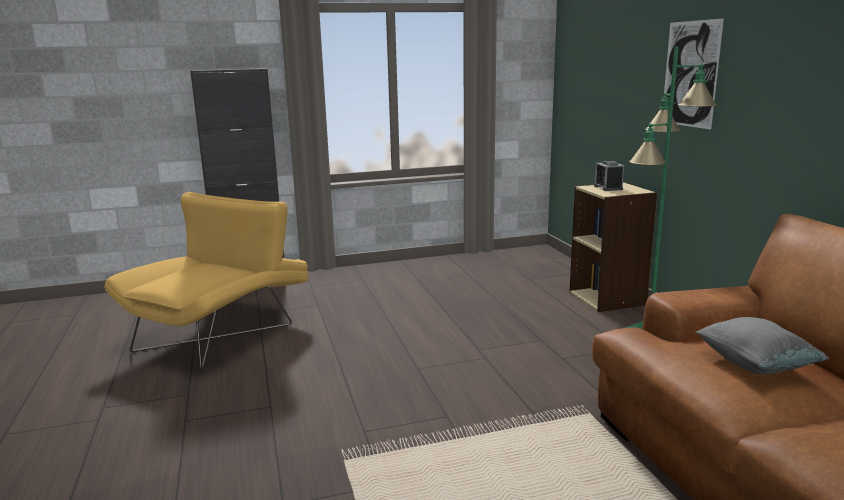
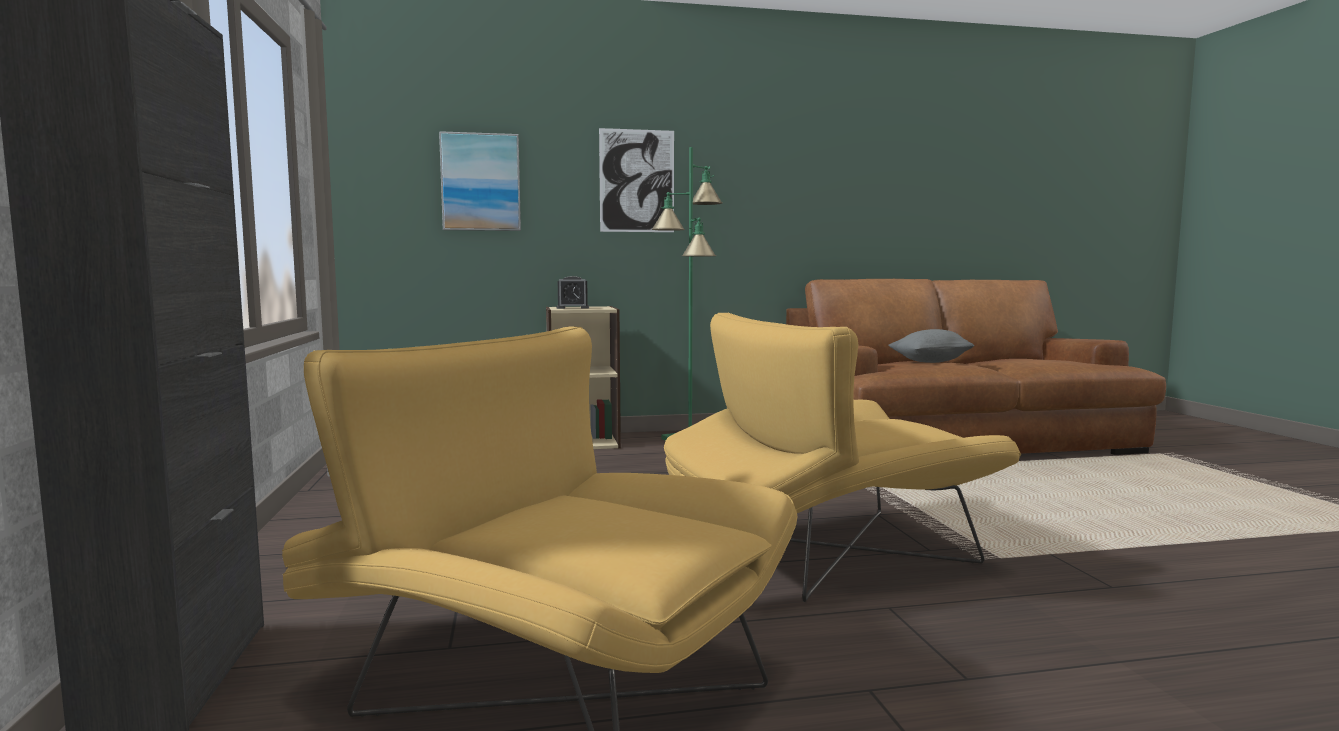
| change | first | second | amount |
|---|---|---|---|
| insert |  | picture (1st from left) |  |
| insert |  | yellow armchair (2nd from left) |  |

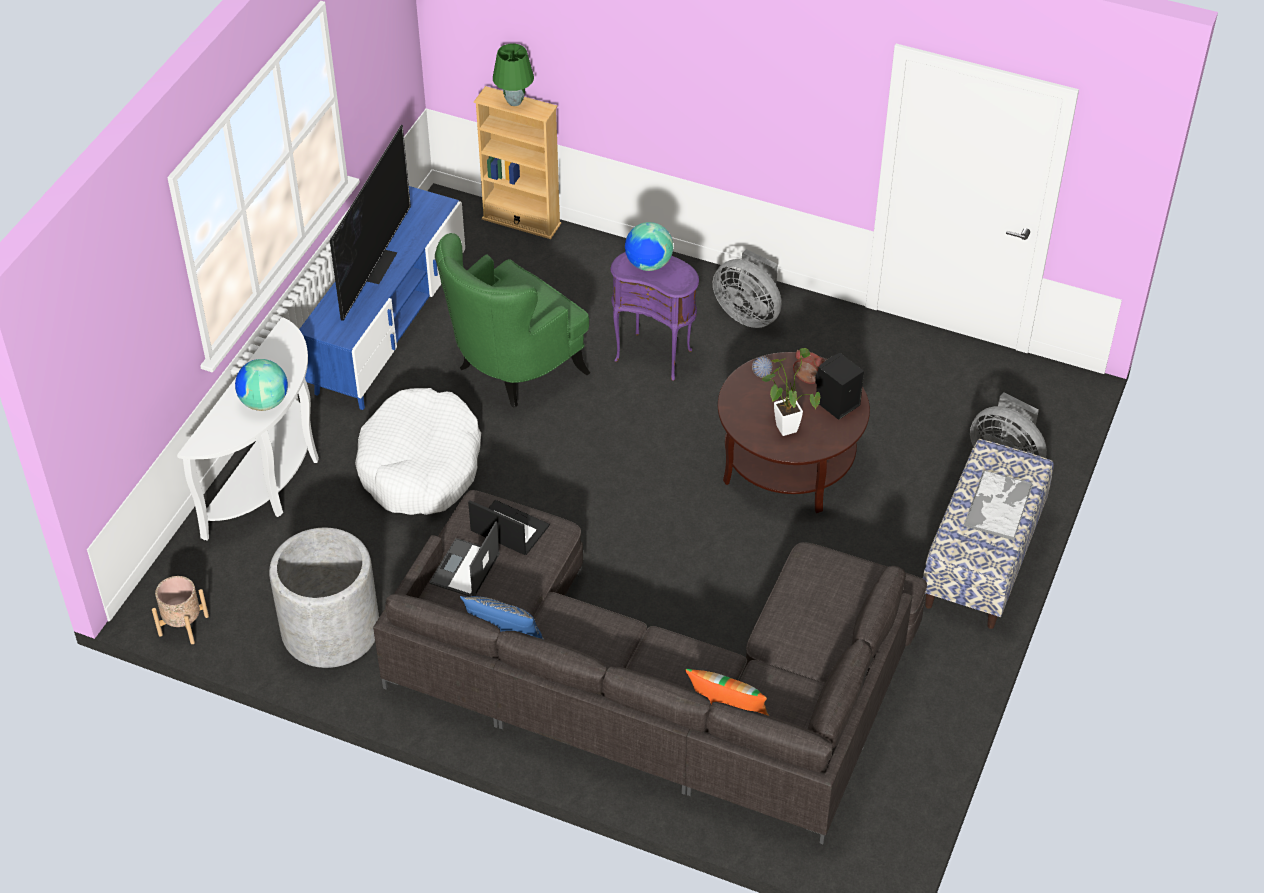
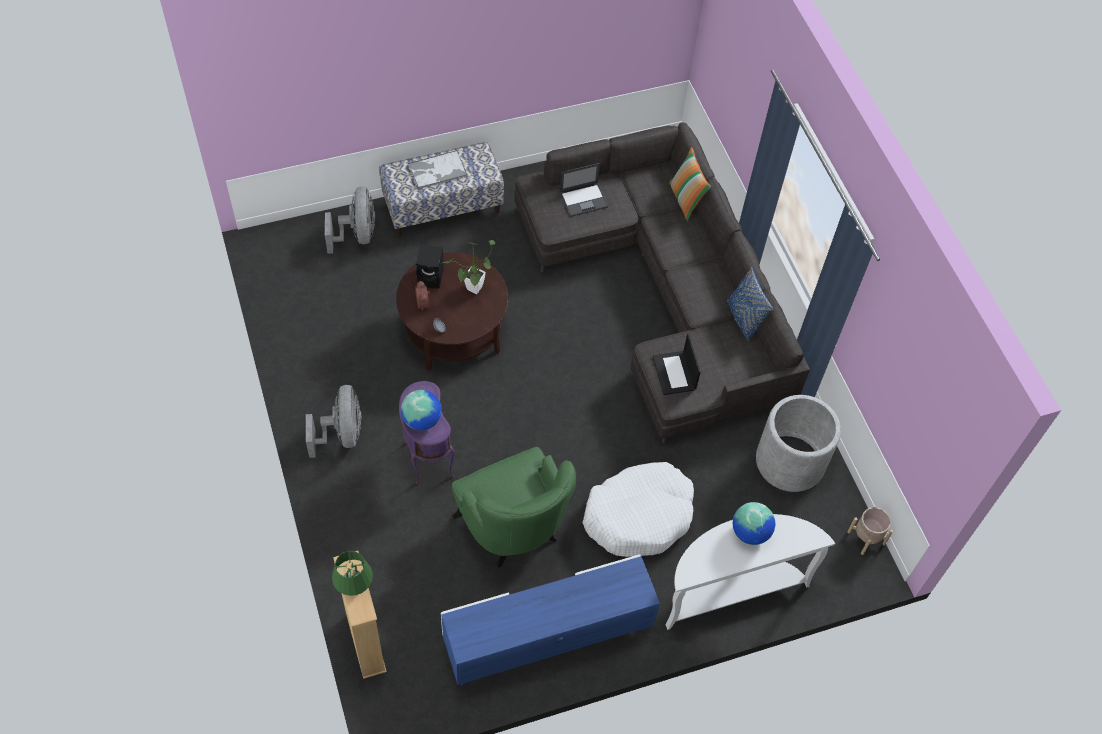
| change | first | second | amount |
|---|---|---|---|
| delete | television |  |  |
| move | laptop (1st from left) |  |  |
| rotate | green armchair |  | 60 degrees clockwise |

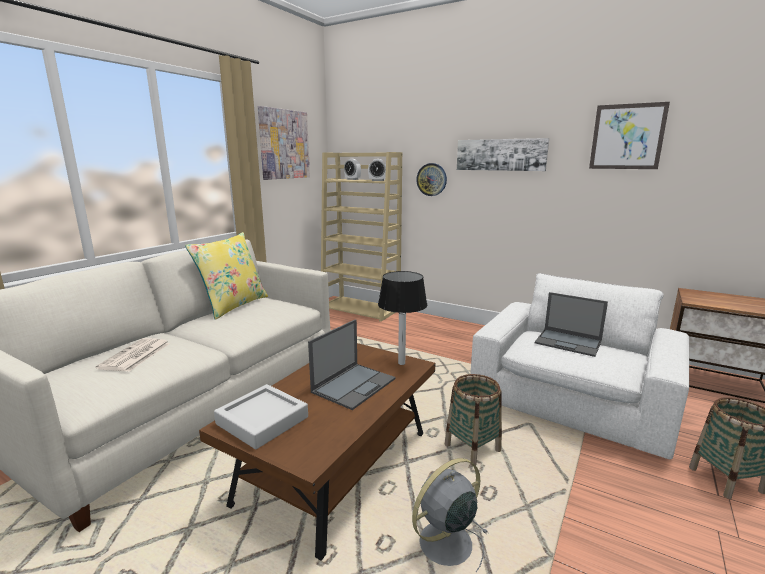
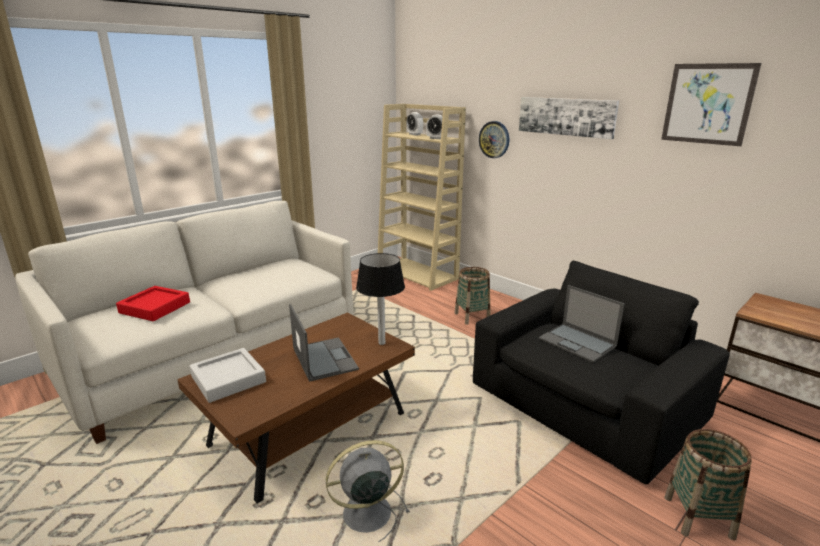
| change | first | second | amount |
|---|---|---|---|
| replace | newspaper | red tray |  |
| delete | yellow pillow |  |  |
| delete | picture (1st from left) |  |  |
| rotate | laptop (1st from left) |  | 75 degrees counterclockwise |
| move | basket (1st from left) |  |  |
| recolor | white armchair | black armchair |  |

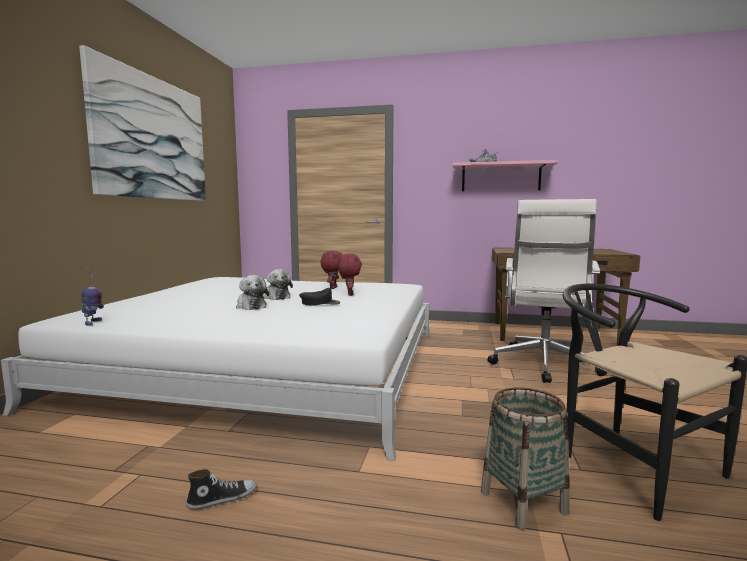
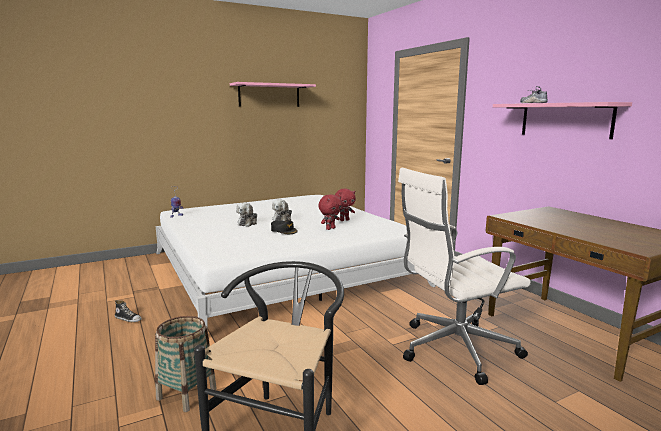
| change | first | second | amount |
|---|---|---|---|
| replace | picture | pink shelf (1st from left) |  |

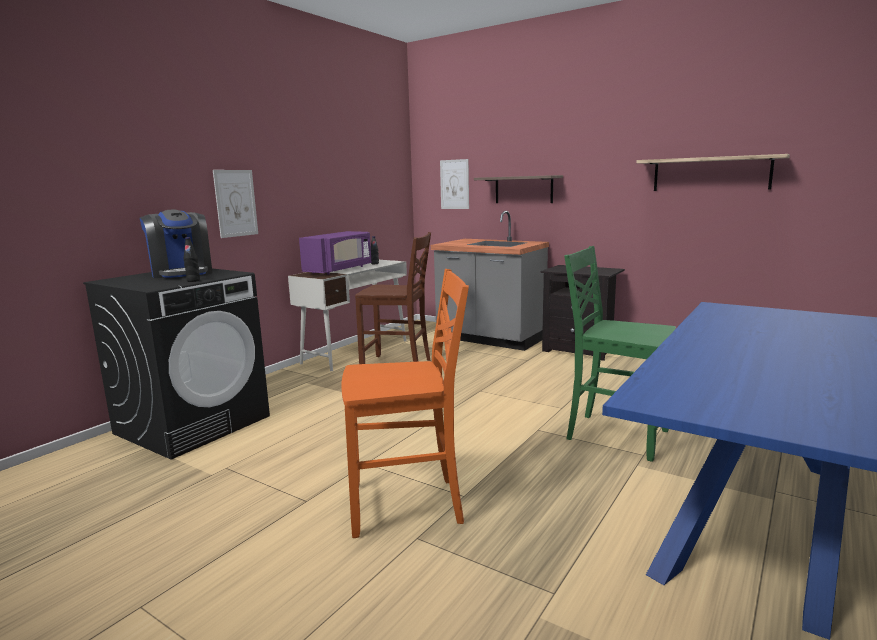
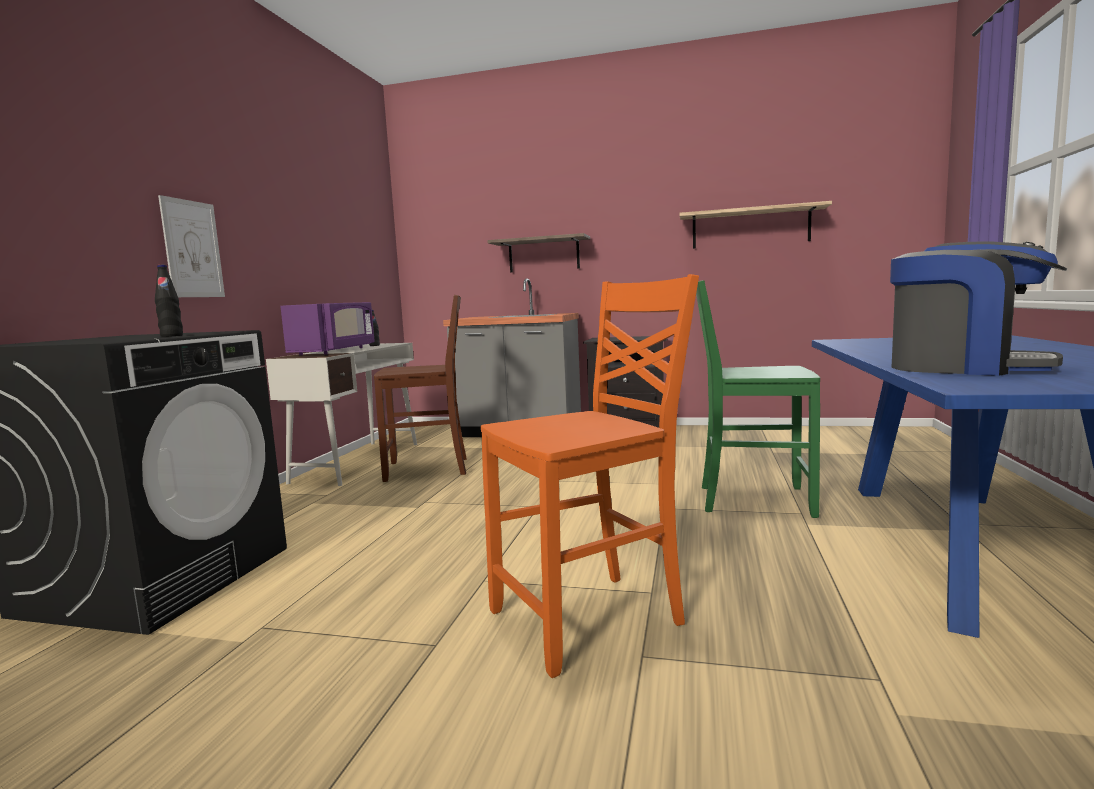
| change | first | second | amount |
|---|---|---|---|
| move | coffee machine |  |  |
| delete | picture (2nd from left) |  |  |

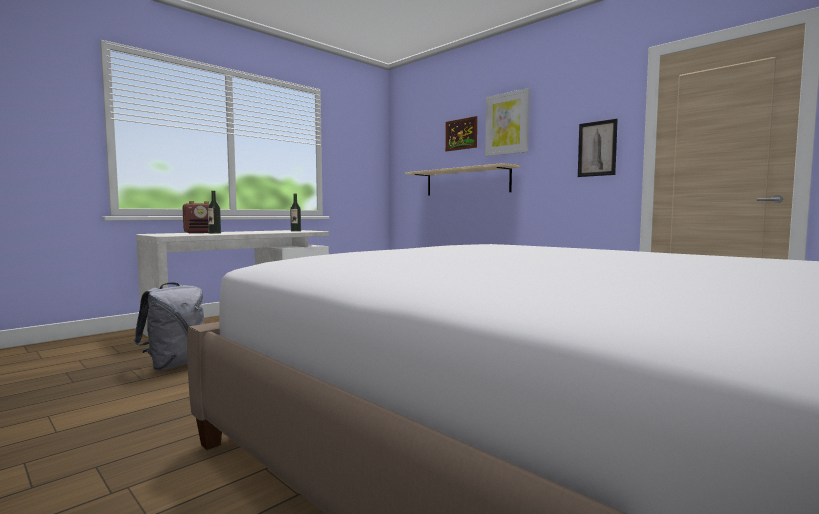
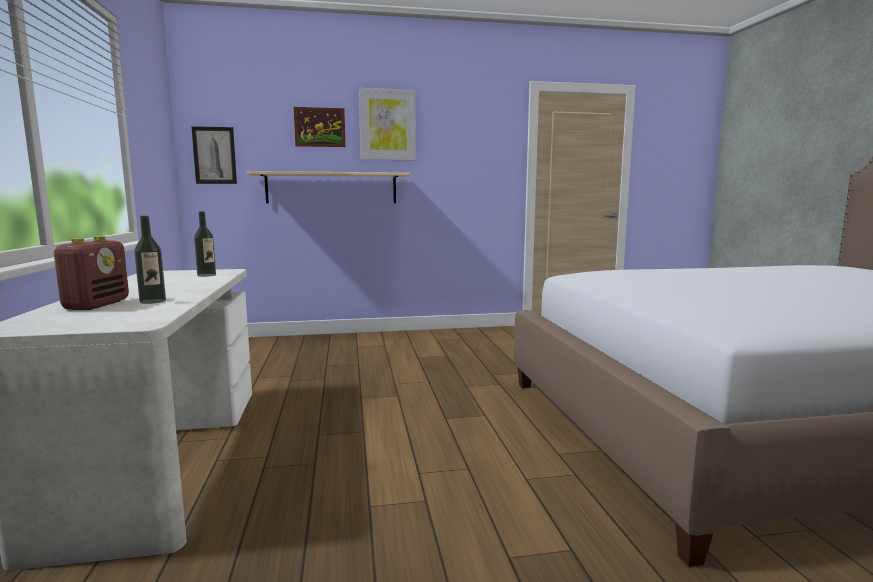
| change | first | second | amount |
|---|---|---|---|
| delete | grey backpack |  |  |
| move | picture (3rd from left in the first image) | picture (1st from left) |  |

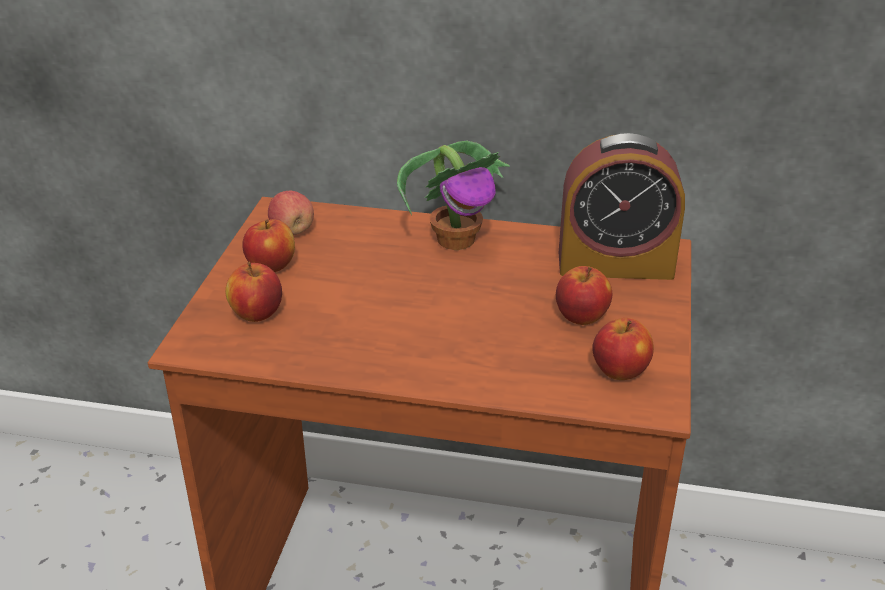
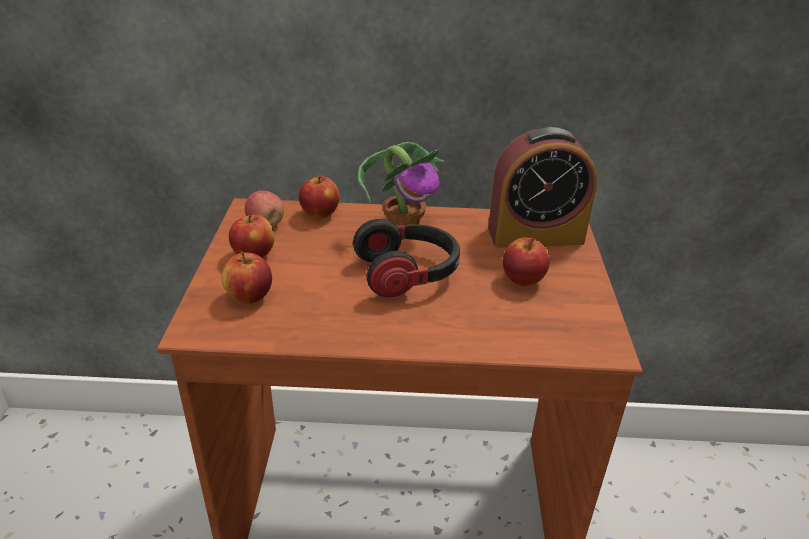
| change | first | second | amount |
|---|---|---|---|
| move | apple (5th from left in the first image) | apple (4th from left) |  |
| insert |  | headphones |  |

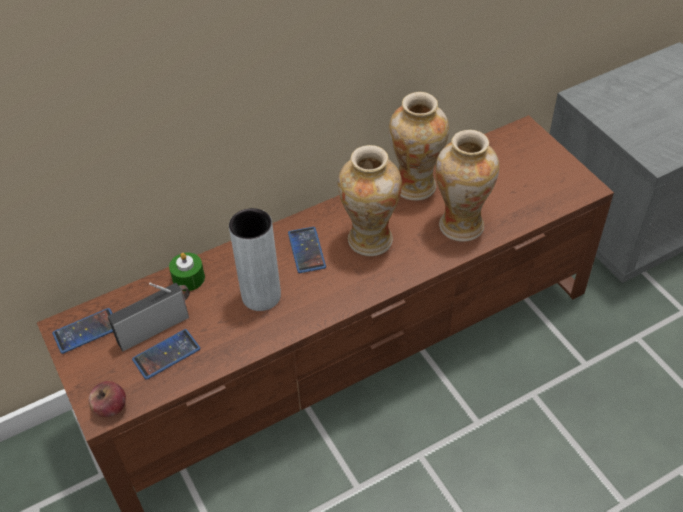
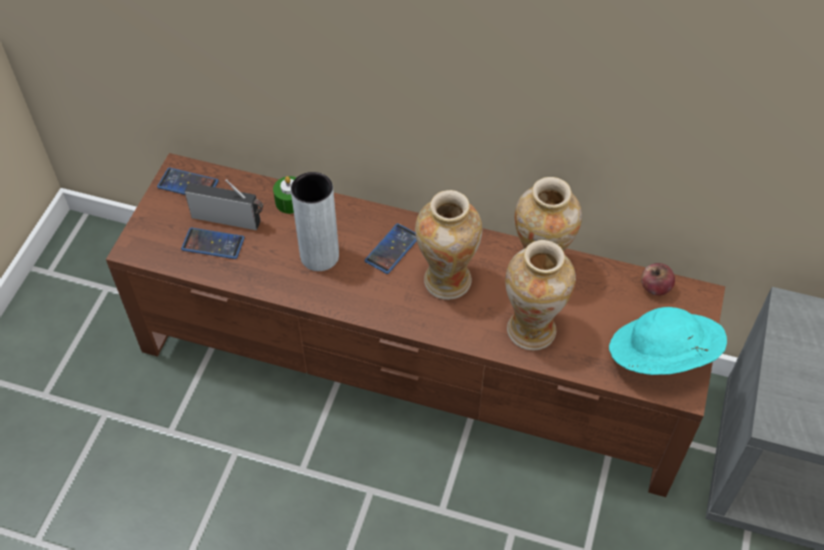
| change | first | second | amount |
|---|---|---|---|
| move | apple |  |  |
| insert |  | turquoise hat |  |

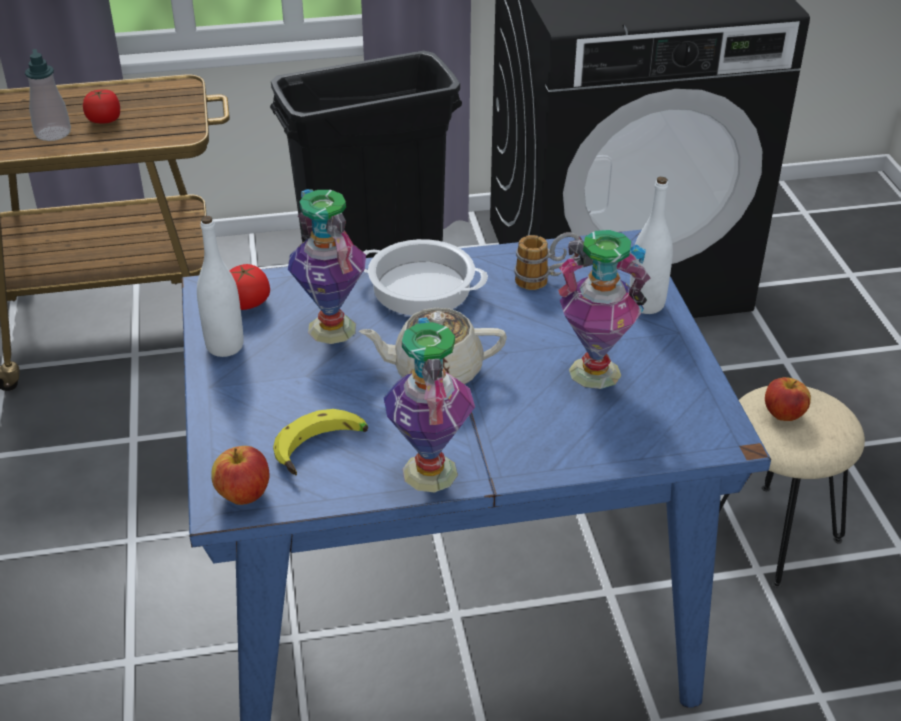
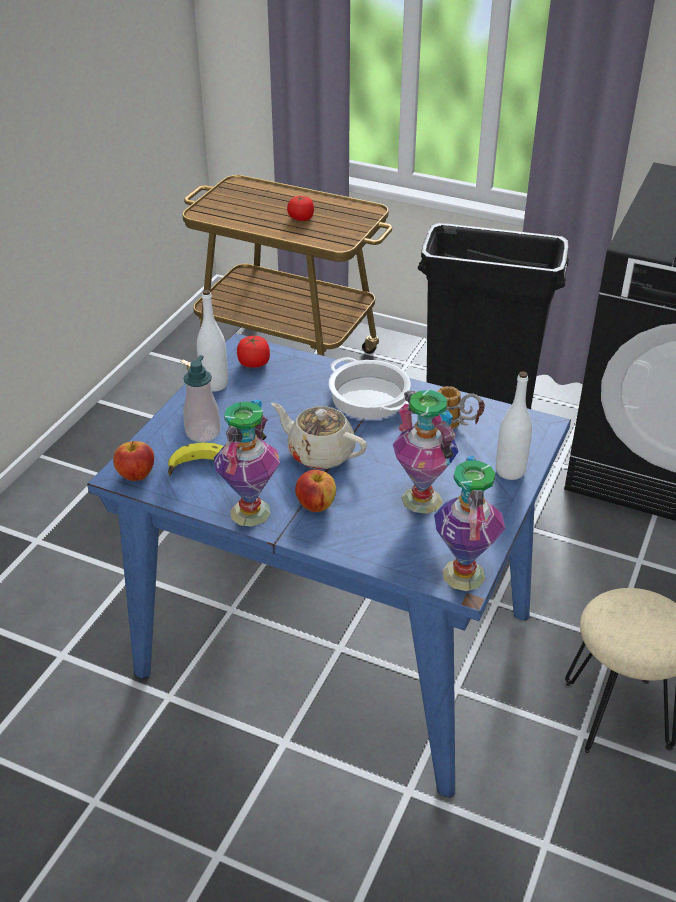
| change | first | second | amount |
|---|---|---|---|
| move | soap dispenser |  |  |
| move | vase (1st from left in the first image) | vase (3rd from left) |  |
| move | apple (2nd from left) |  |  |

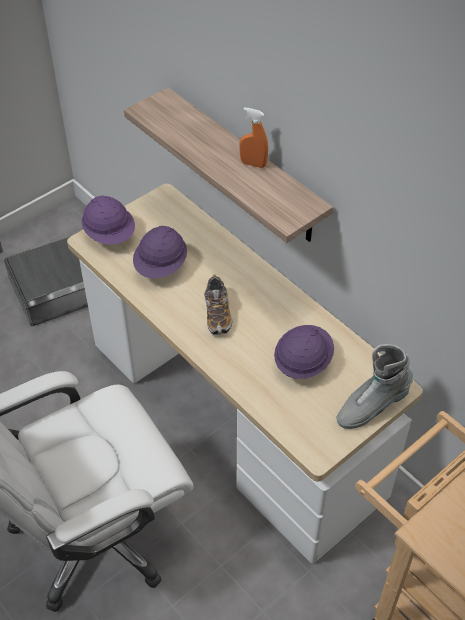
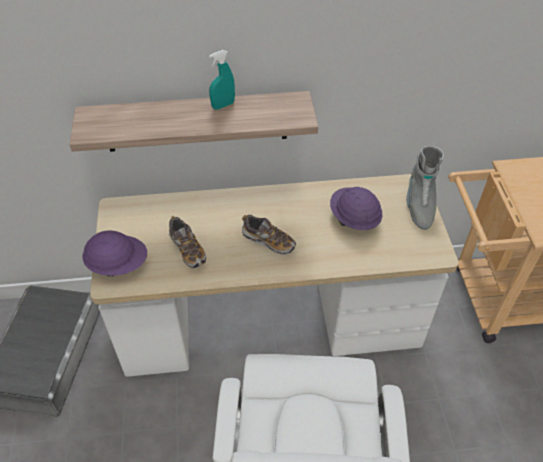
| change | first | second | amount |
|---|---|---|---|
| replace | purple hard hat (2nd from left) | shoe (1st from left) |  |
| recolor | orange spray bottle | turquoise spray bottle |  |

